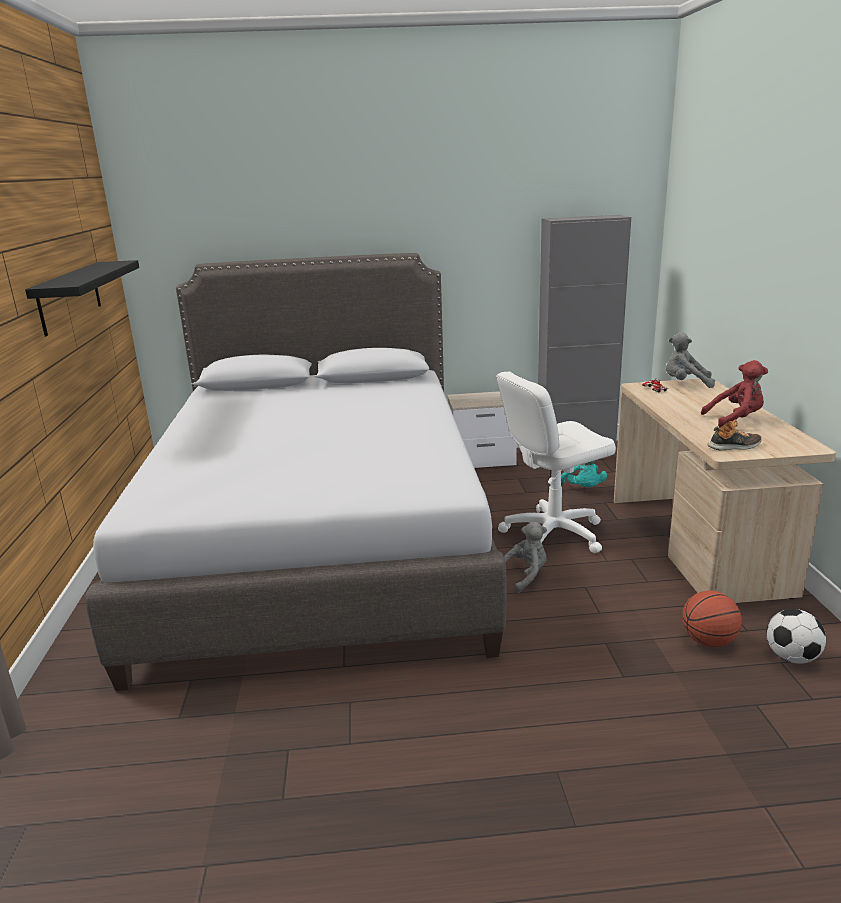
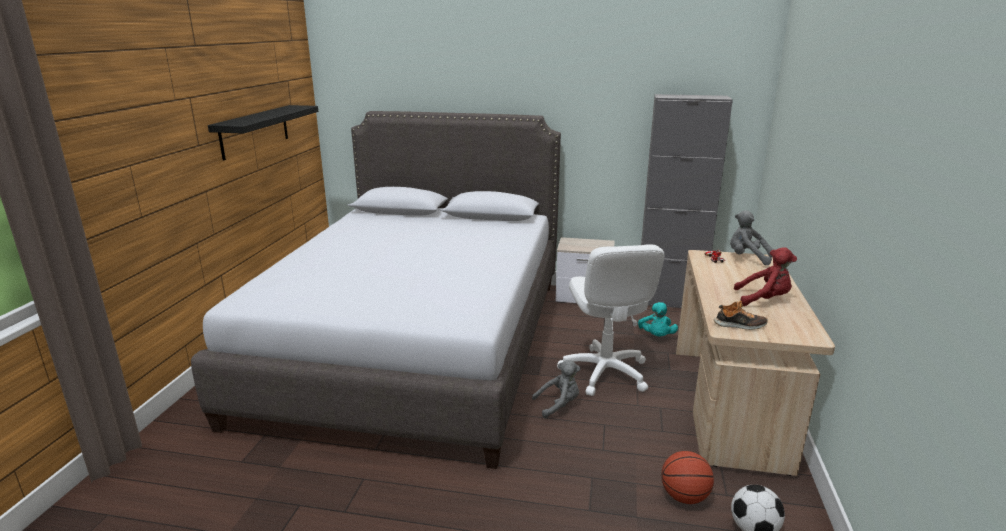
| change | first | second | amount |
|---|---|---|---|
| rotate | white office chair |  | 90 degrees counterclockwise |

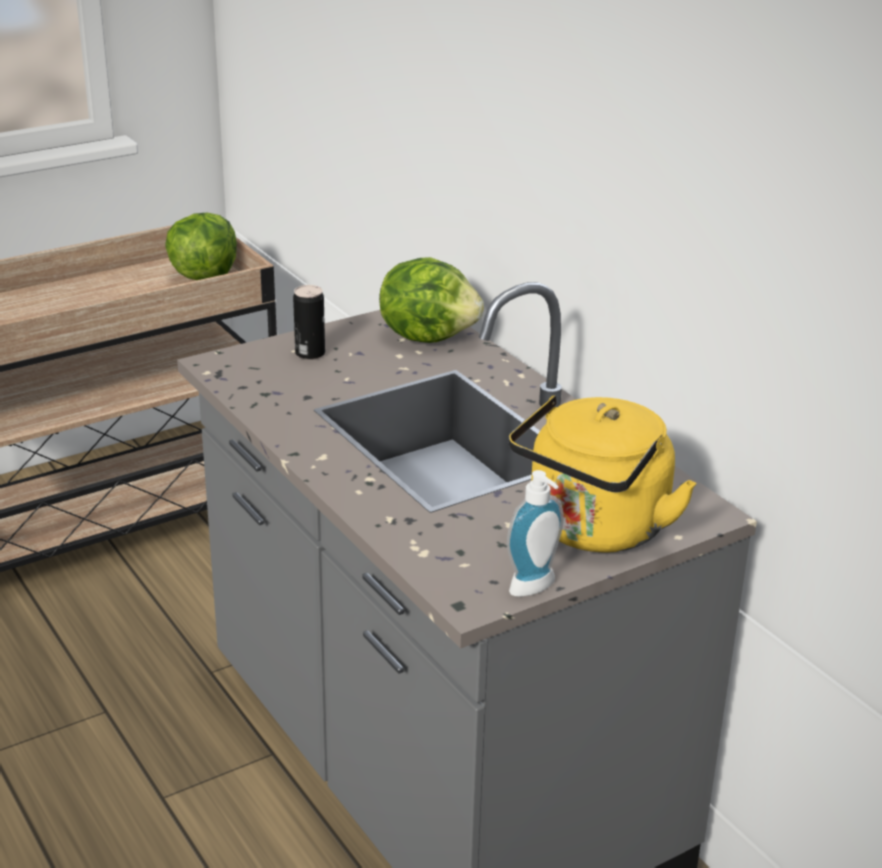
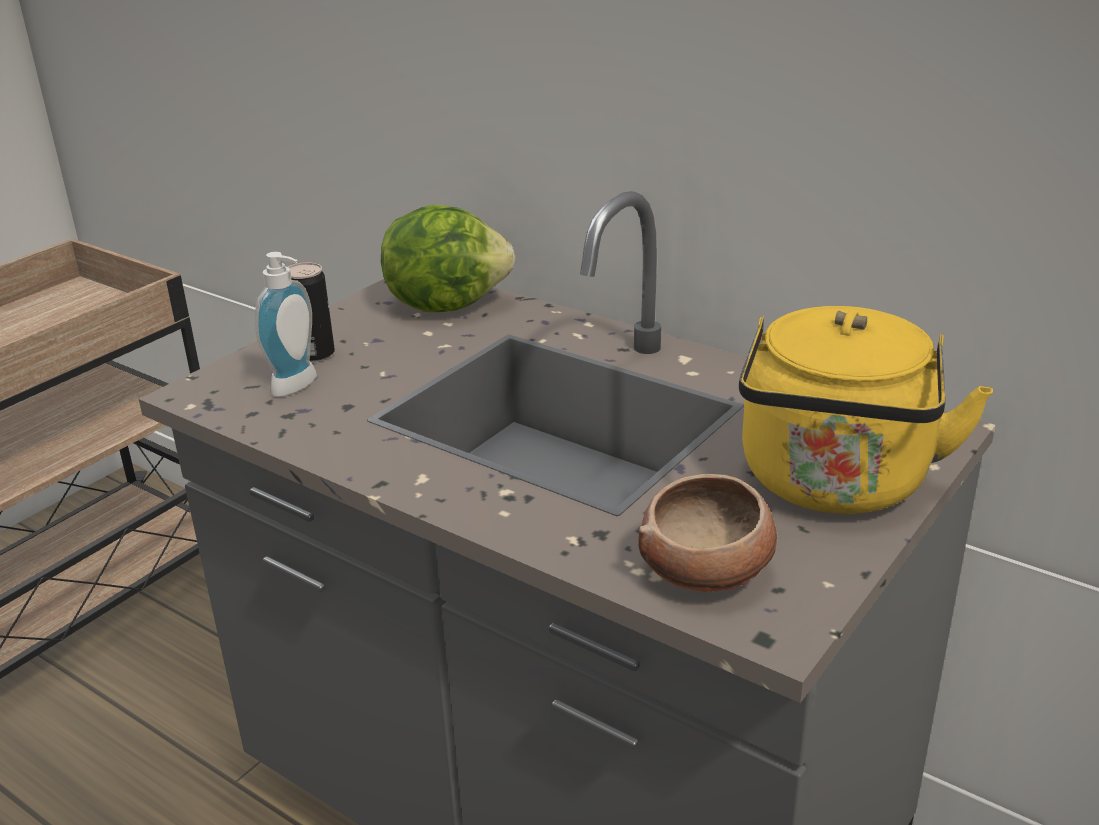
| change | first | second | amount |
|---|---|---|---|
| delete | lettuce (1st from left) |  |  |
| move | soap dispenser |  |  |
| insert |  | bowl |  |

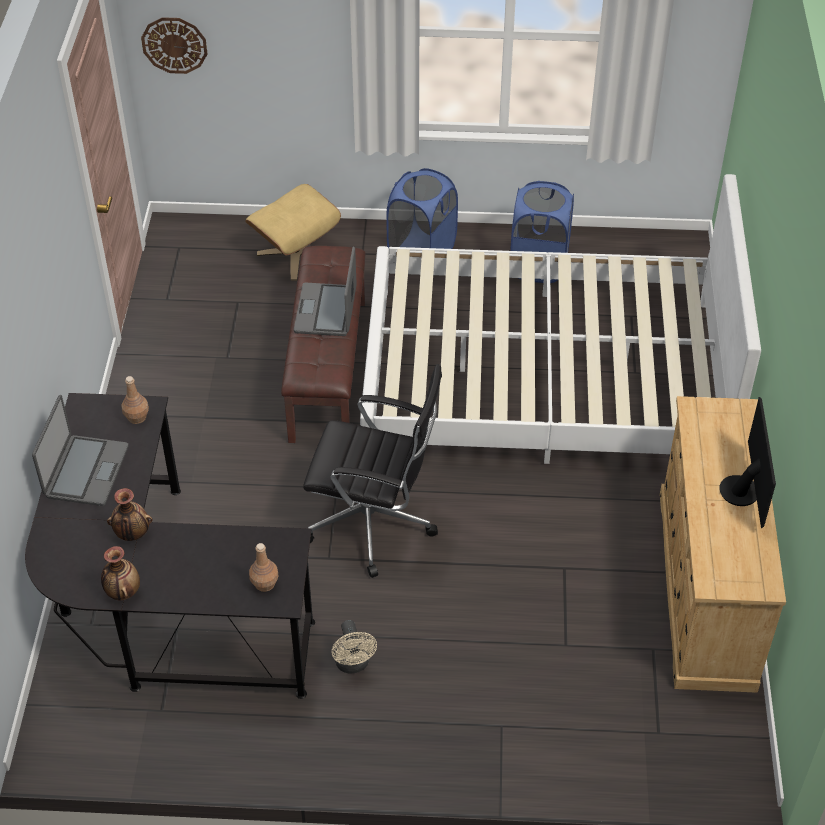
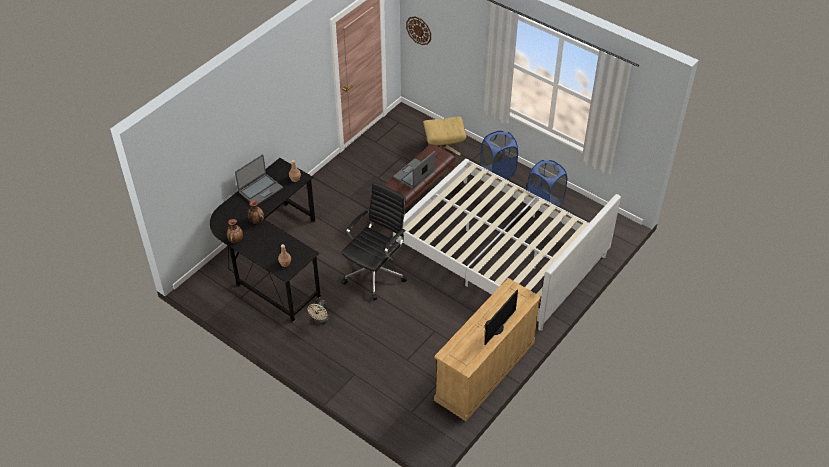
| change | first | second | amount |
|---|---|---|---|
| rotate | black office chair |  | 105 degrees counterclockwise |

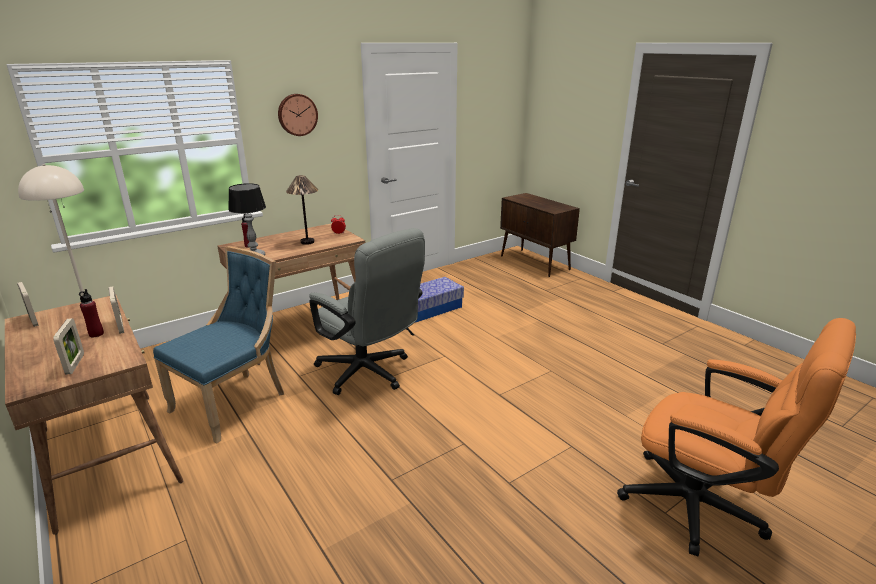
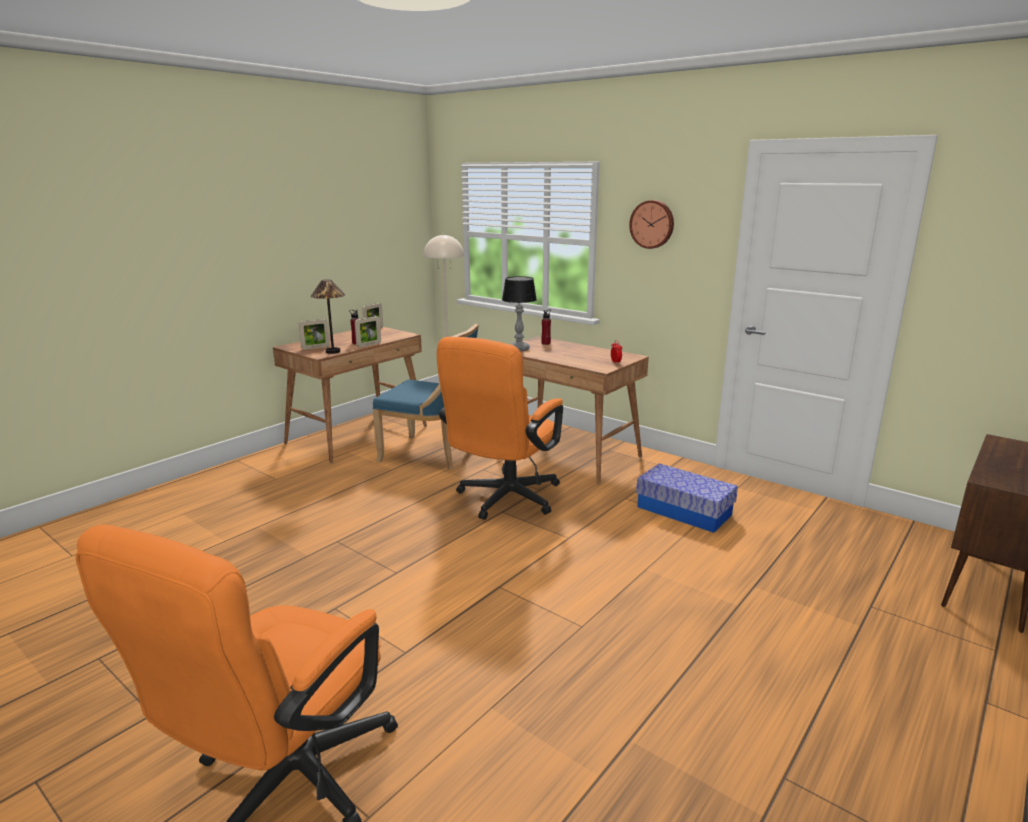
| change | first | second | amount |
|---|---|---|---|
| move | table lamp (2nd from left in the first image) | table lamp (1st from left) |  |
| recolor | grey office chair | orange office chair (2nd from left) |  |

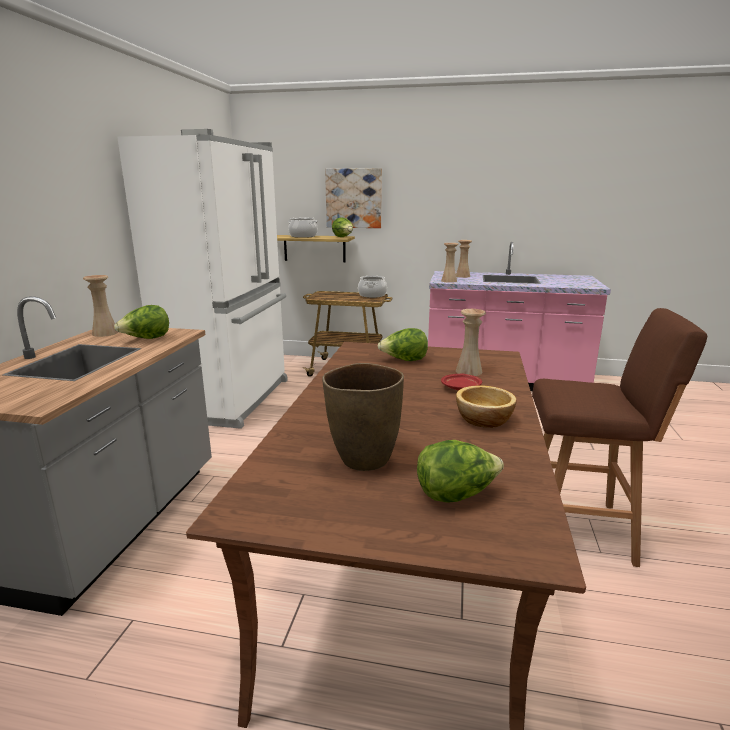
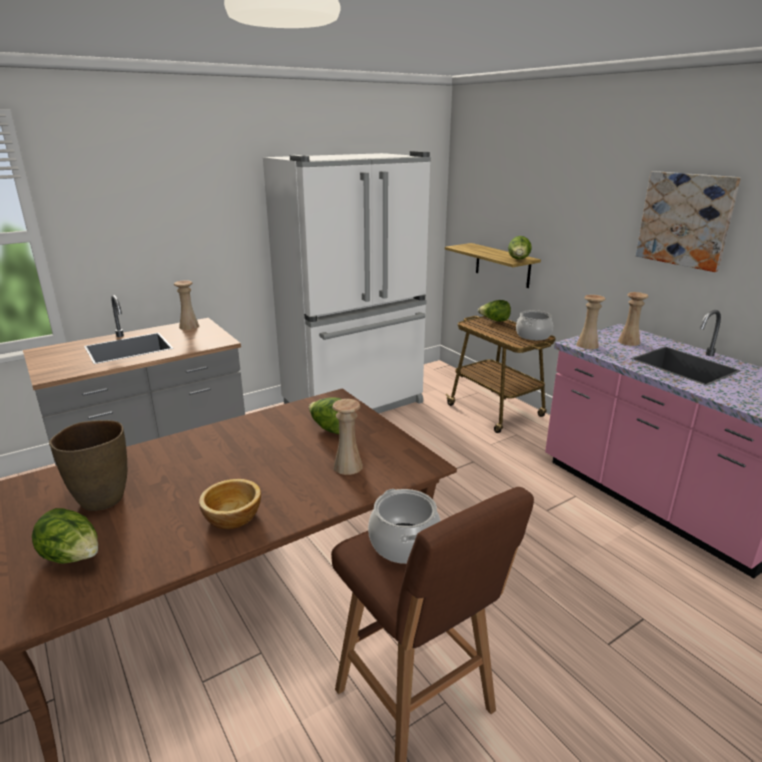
| change | first | second | amount |
|---|---|---|---|
| move | lettuce (1st from left in the first image) | lettuce (3rd from left) |  |
| move | cooking pot (1st from left) |  |  |
| move | picture |  |  |
| delete | red plate |  |  |

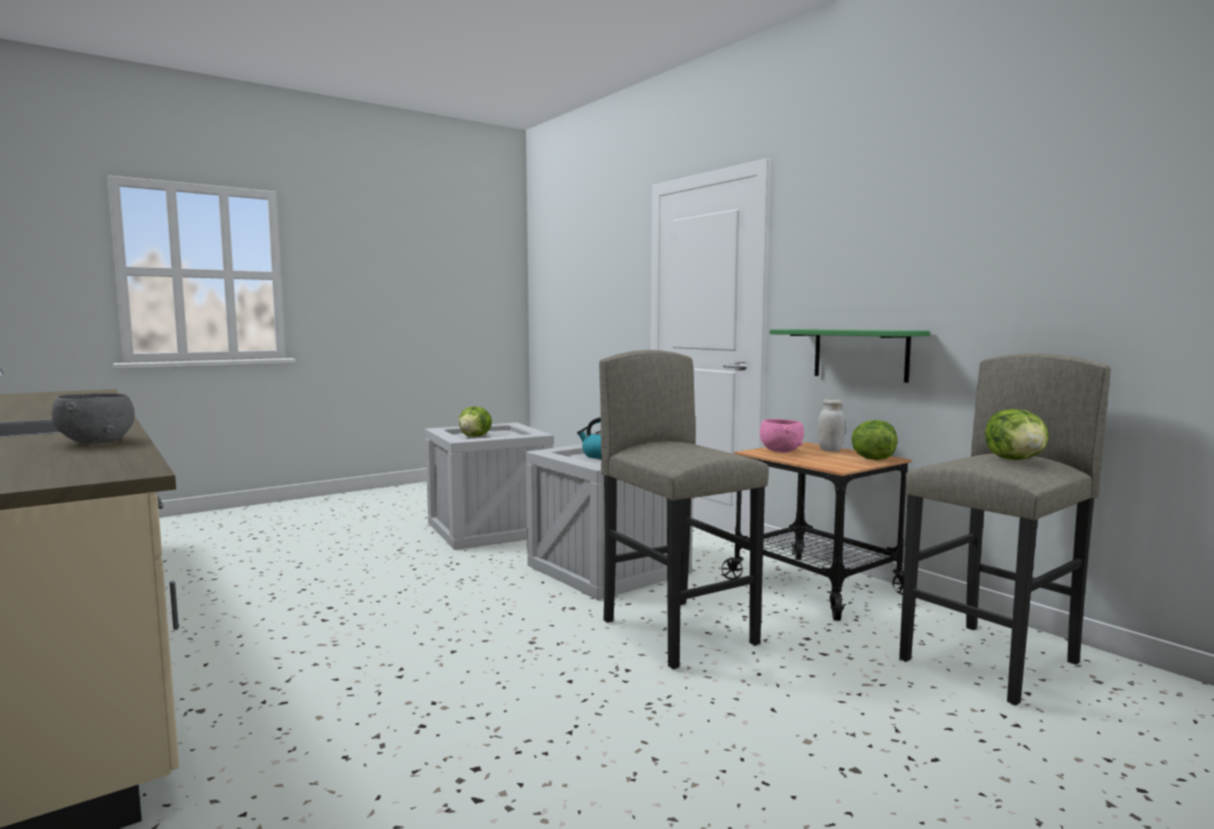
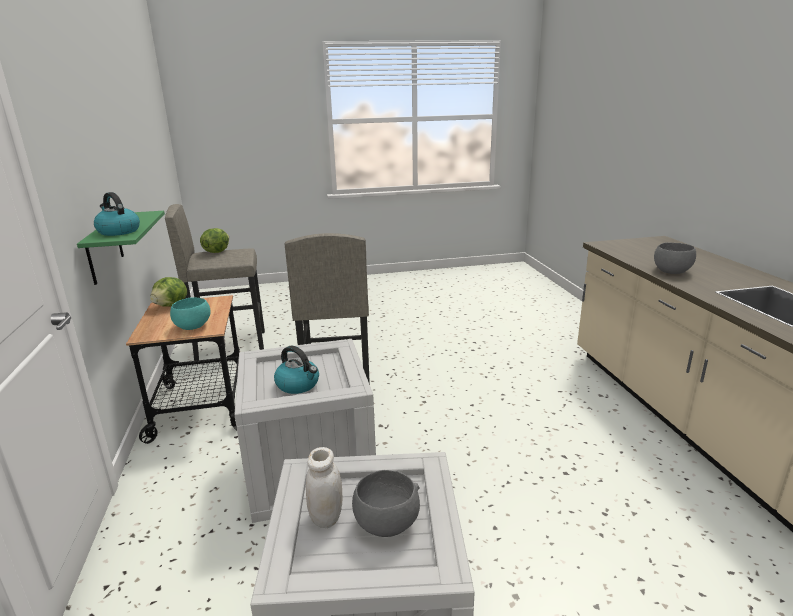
| change | first | second | amount |
|---|---|---|---|
| replace | lettuce (1st from left) | grey bowl (1st from left) |  |
| recolor | pink bowl | turquoise bowl |  |
| move | white jar |  |  |
| insert |  | kettle (1st from left) |  |

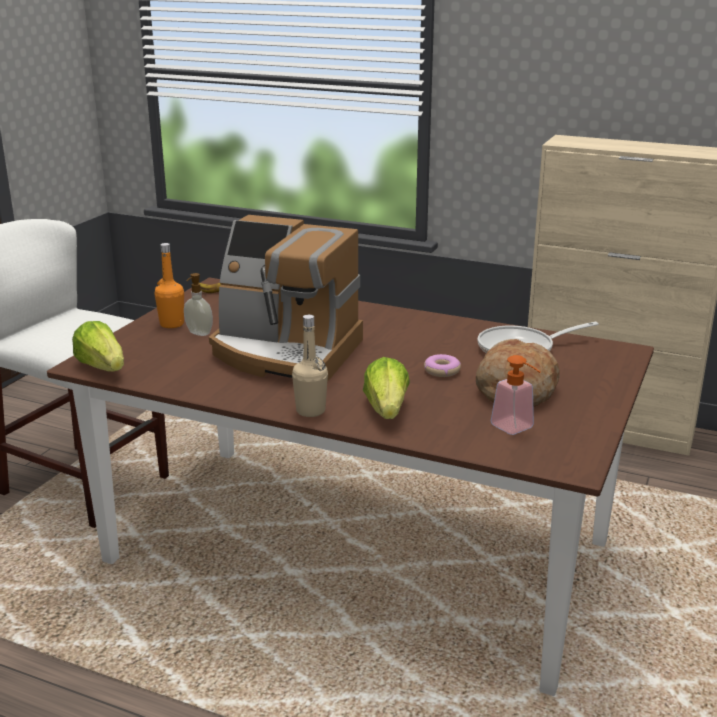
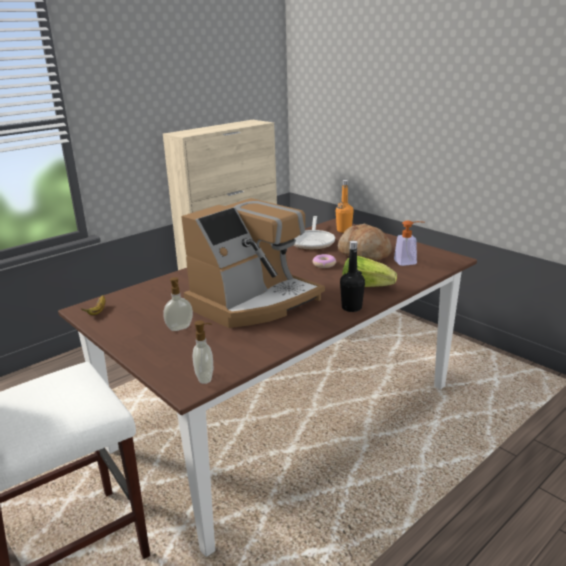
| change | first | second | amount |
|---|---|---|---|
| replace | lettuce (1st from left) | soap dispenser (2nd from left) |  |
| move | orange bottle |  |  |
| recolor | beige bottle | black bottle |  |

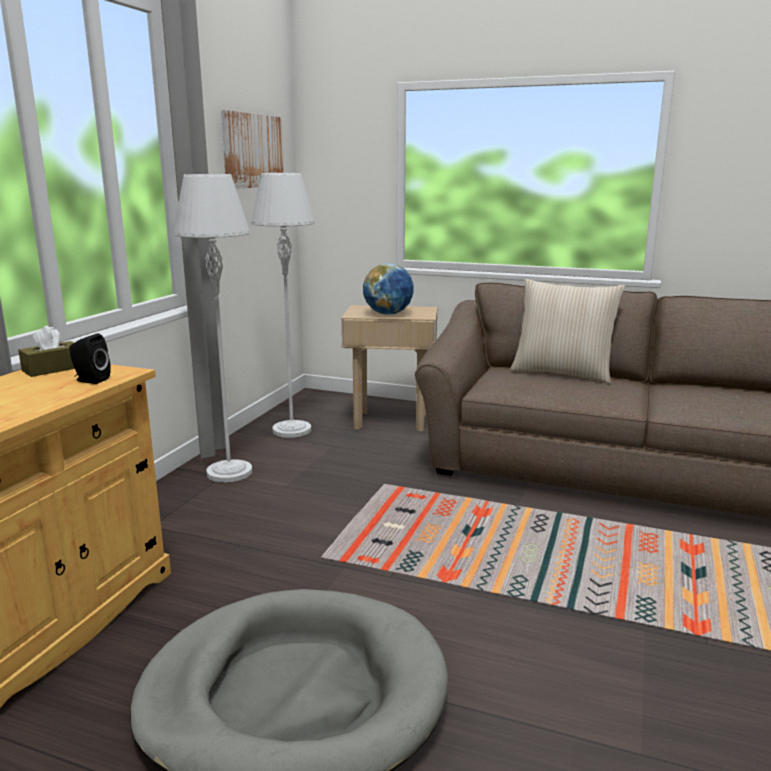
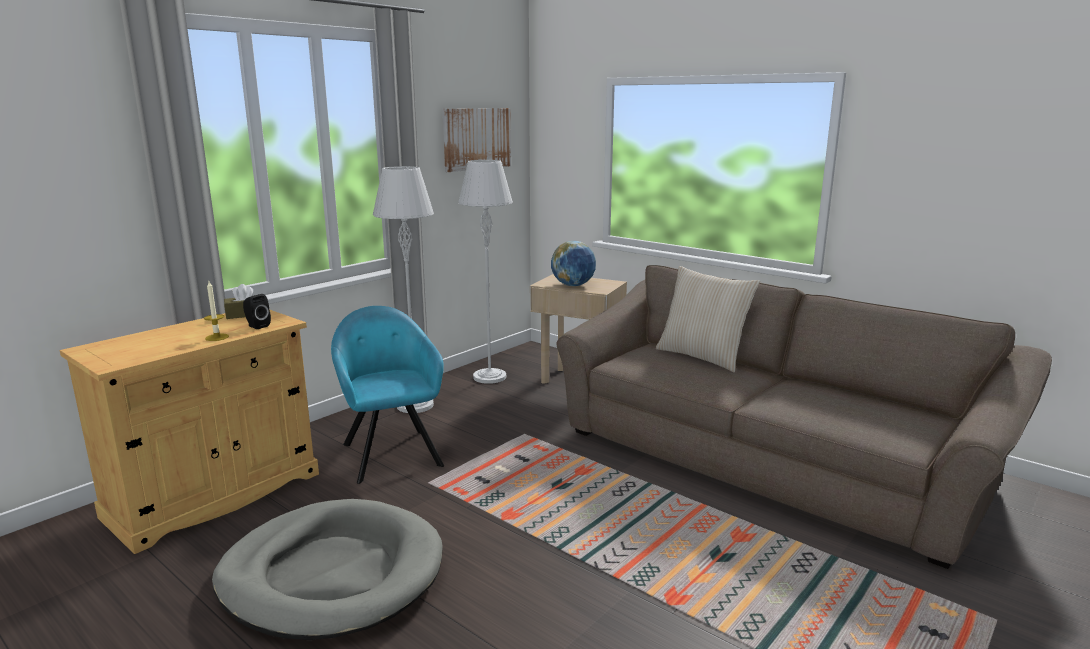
| change | first | second | amount |
|---|---|---|---|
| insert |  | candle |  |
| insert |  | turquoise armchair |  |

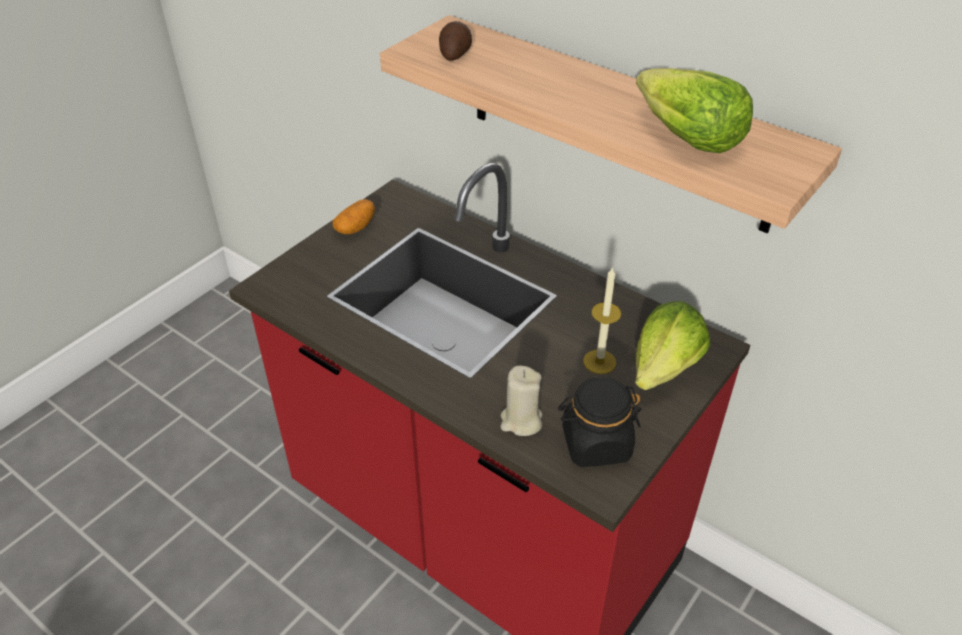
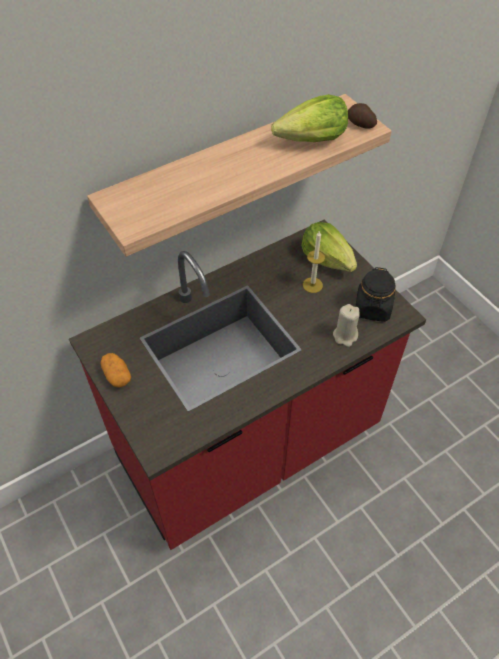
| change | first | second | amount |
|---|---|---|---|
| move | potato (2nd from left) |  |  |

